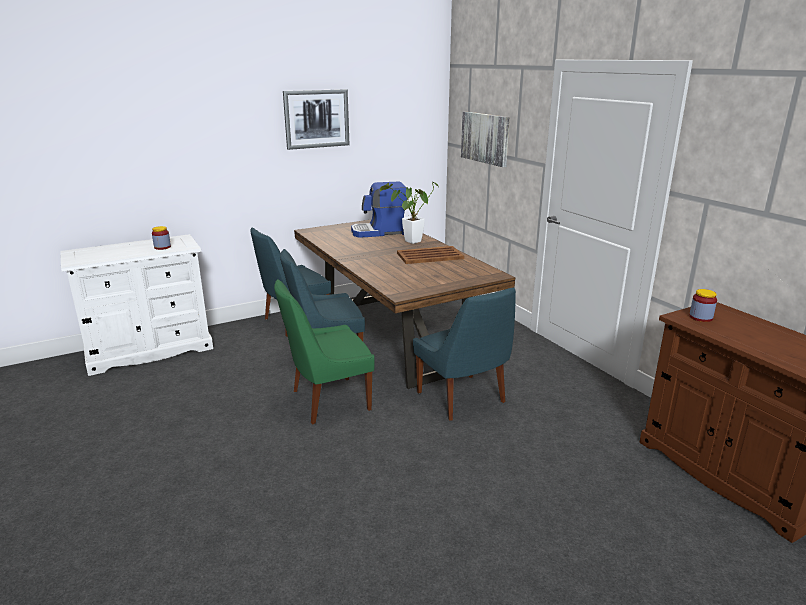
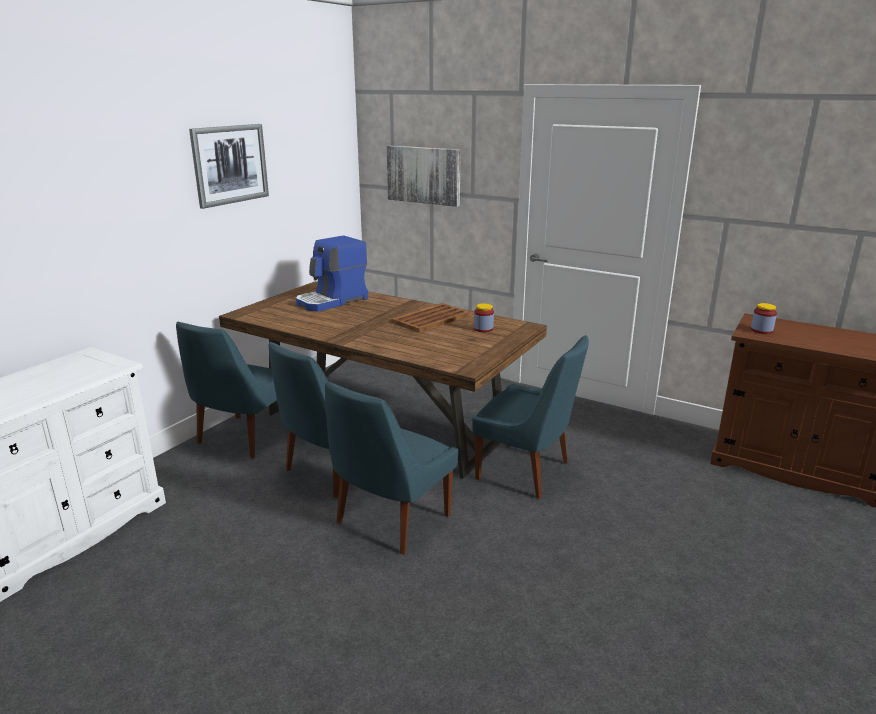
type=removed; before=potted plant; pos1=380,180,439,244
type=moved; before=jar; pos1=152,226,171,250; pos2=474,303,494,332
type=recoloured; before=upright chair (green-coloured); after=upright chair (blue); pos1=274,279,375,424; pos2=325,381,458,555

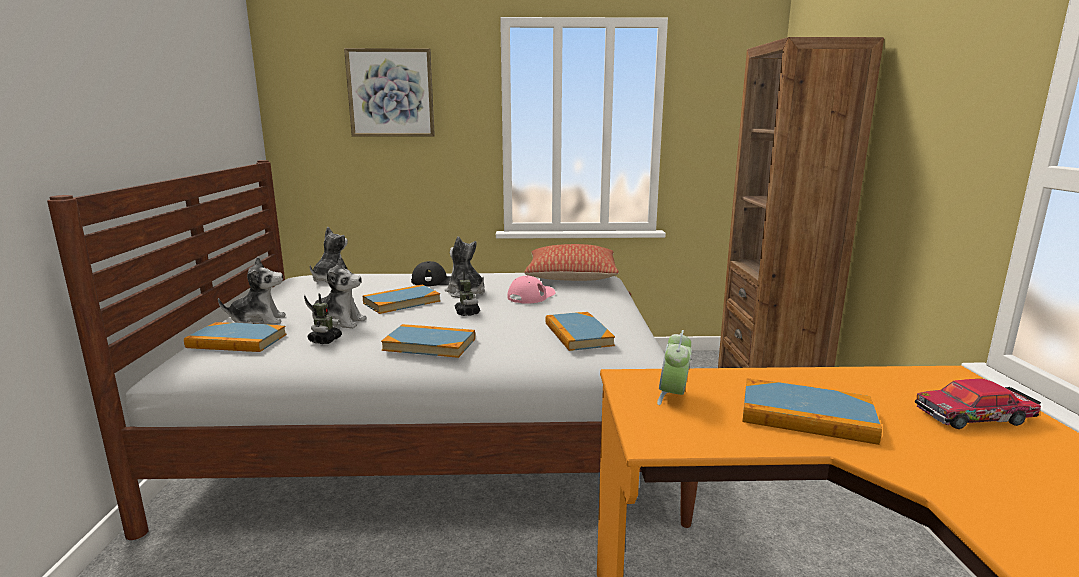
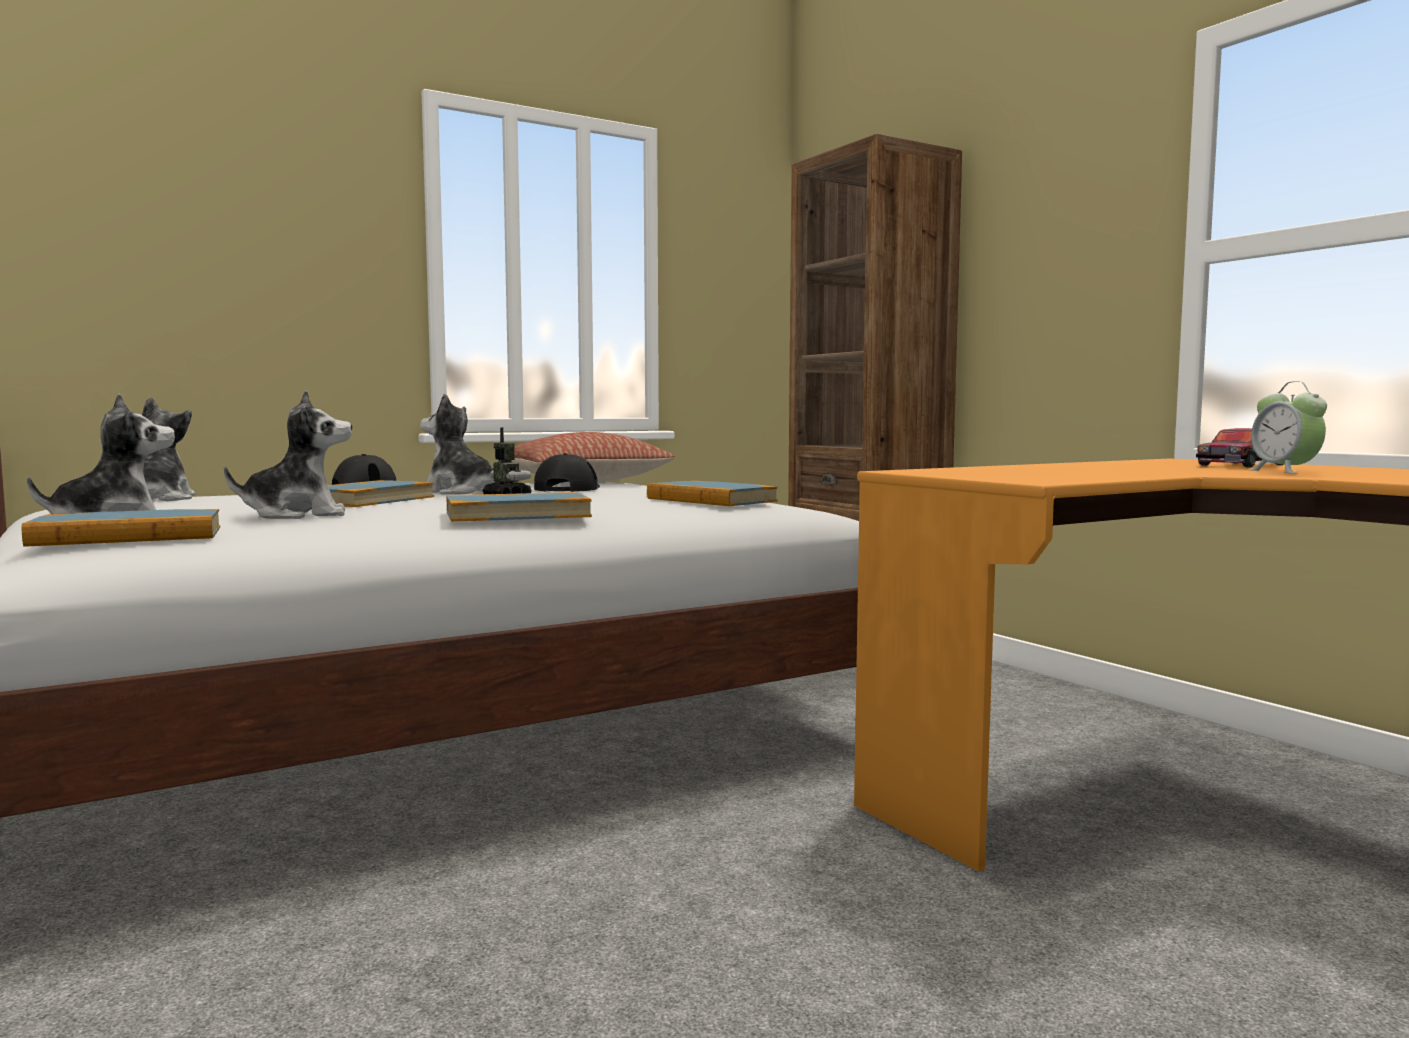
type=removed; before=picture; pos1=344,48,435,137
type=recoloured; before=cap (pink-coloured); after=cap (black); pos1=507,276,556,304; pos2=534,453,600,492
type=removed; before=model robot; pos1=307,294,342,344
type=moved; before=table clock; pos1=657,330,692,405; pos2=1248,381,1327,474
type=removed; before=volume; pos1=742,378,882,445

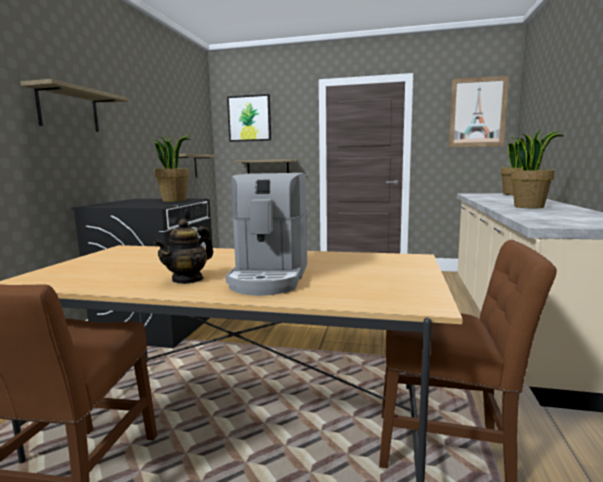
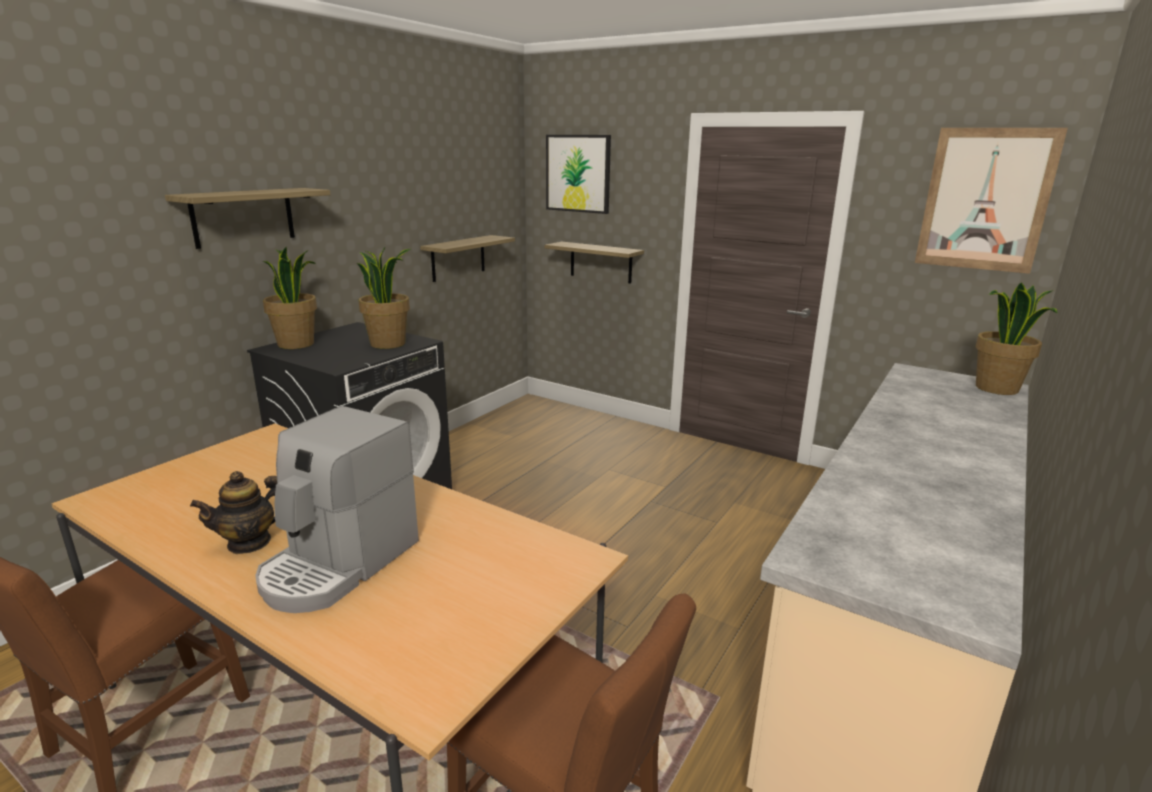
type=moved; before=potted plant; pos1=510,129,564,208; pos2=263,247,317,349

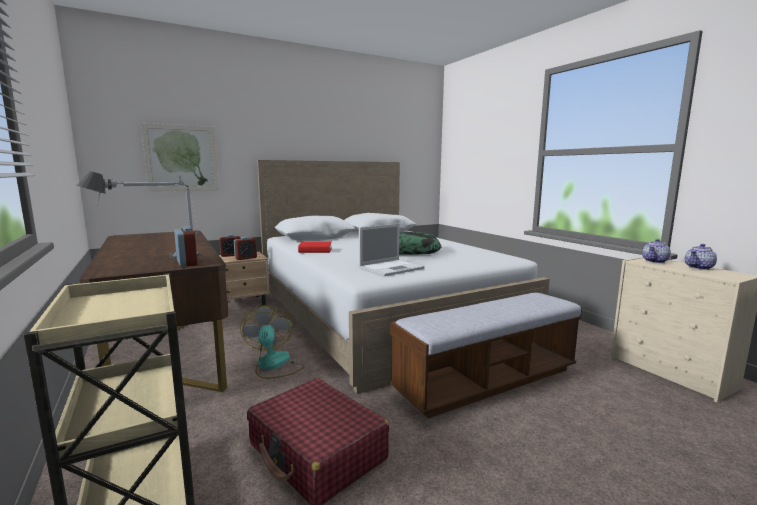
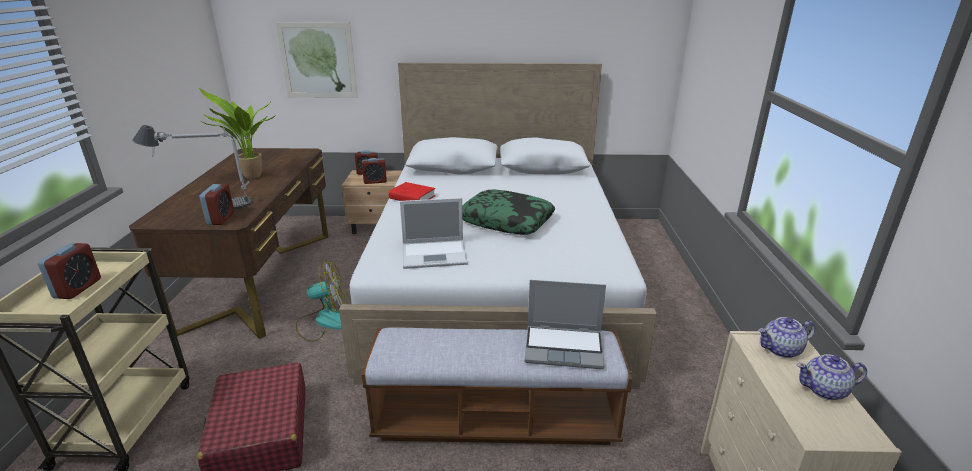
type=turned; before=fan; pos1=240,306,304,379; pos2=296,261,346,342; turn=60
type=added; after=potted plant; pos2=199,88,276,179
type=added; after=table clock; pos2=38,243,101,299
type=added; after=notebook computer; pos2=524,280,606,369

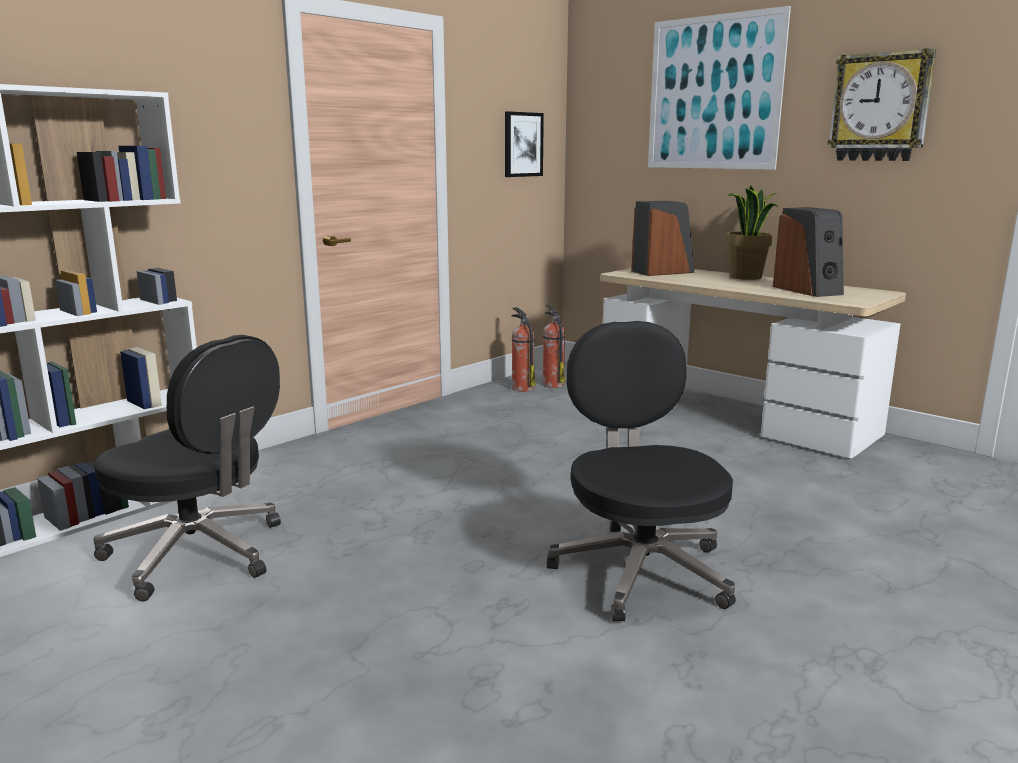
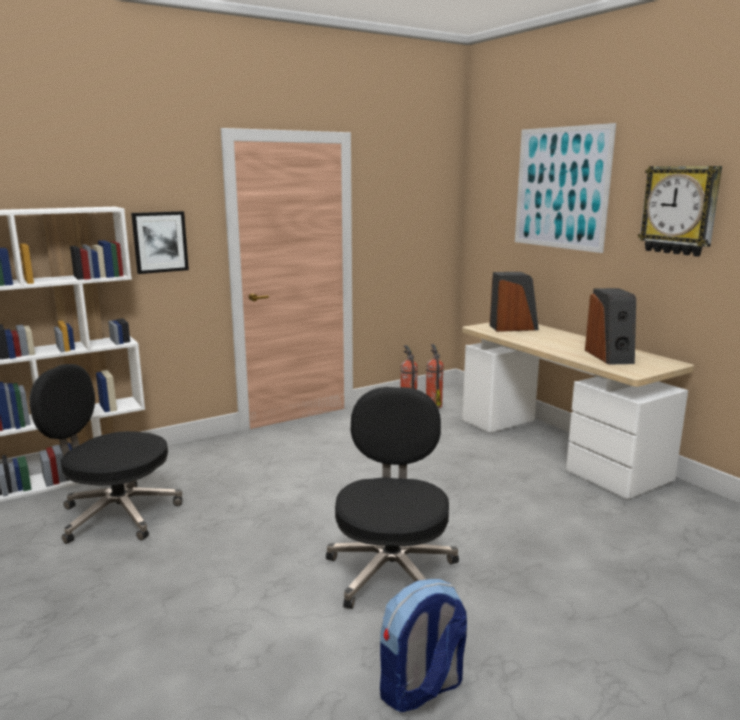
type=moved; before=picture; pos1=505,111,544,177; pos2=131,211,189,274
type=removed; before=potted plant; pos1=725,186,778,280
type=turned; before=computer chair (black); pos1=93,335,281,602; pos2=29,364,182,544; turn=150
type=added; after=backpack; pos2=380,579,467,713

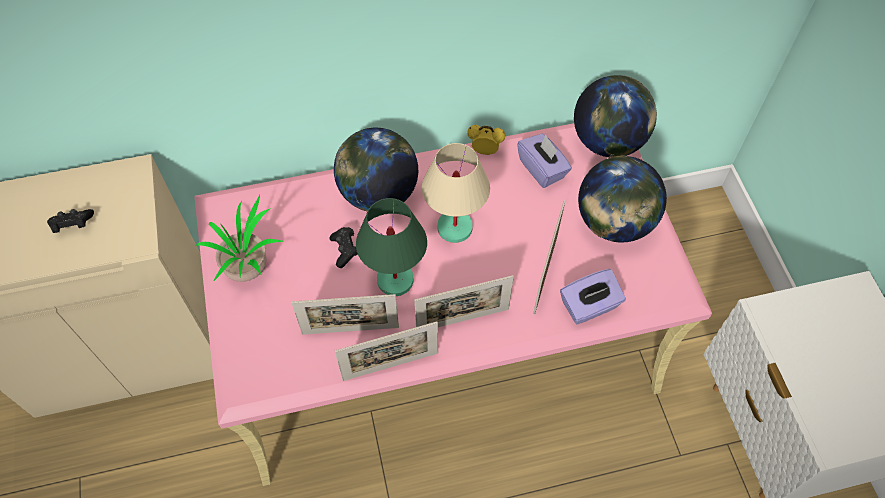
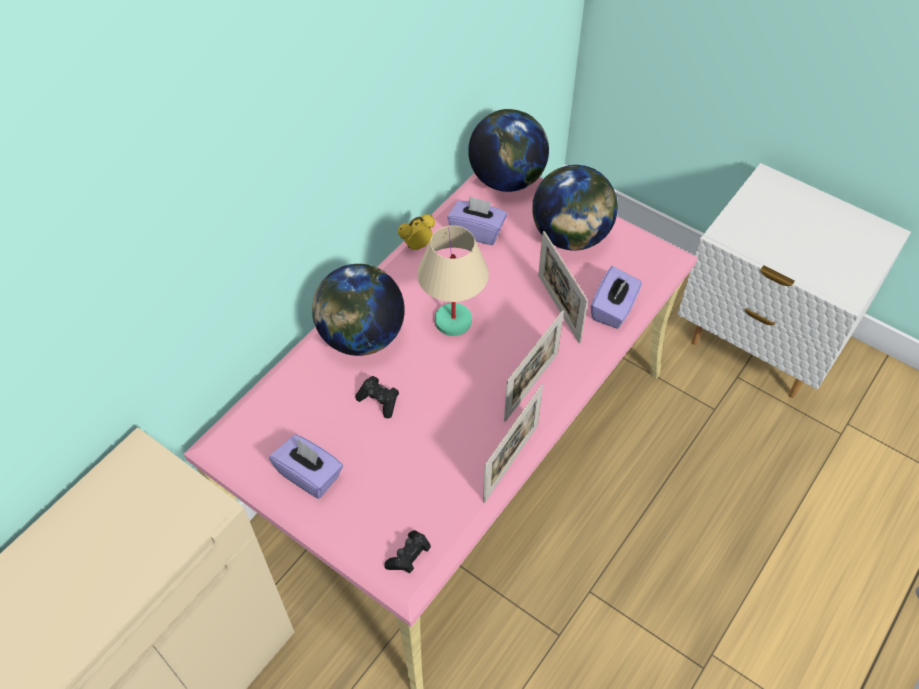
type=replaced; before=potted plant; after=tissue holder (purple-coloured); pos1=195,195,284,282; pos2=269,435,343,499
type=removed; before=tabletop lamp (green-coloured); pos1=356,198,427,296
type=moved; before=joypad (black); pos1=47,209,94,233; pos2=384,530,431,573
type=removed; before=picture frame; pos1=291,294,399,335

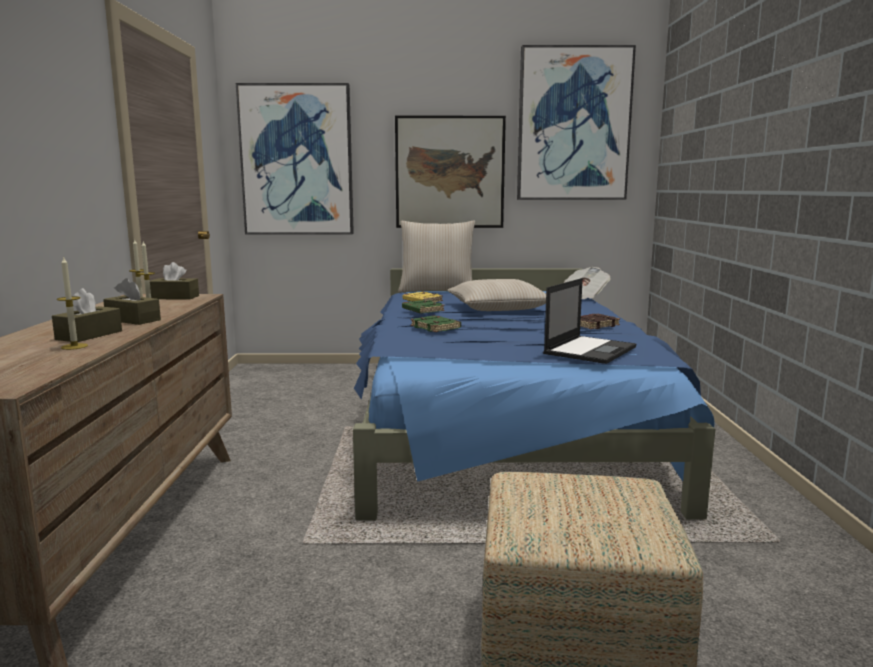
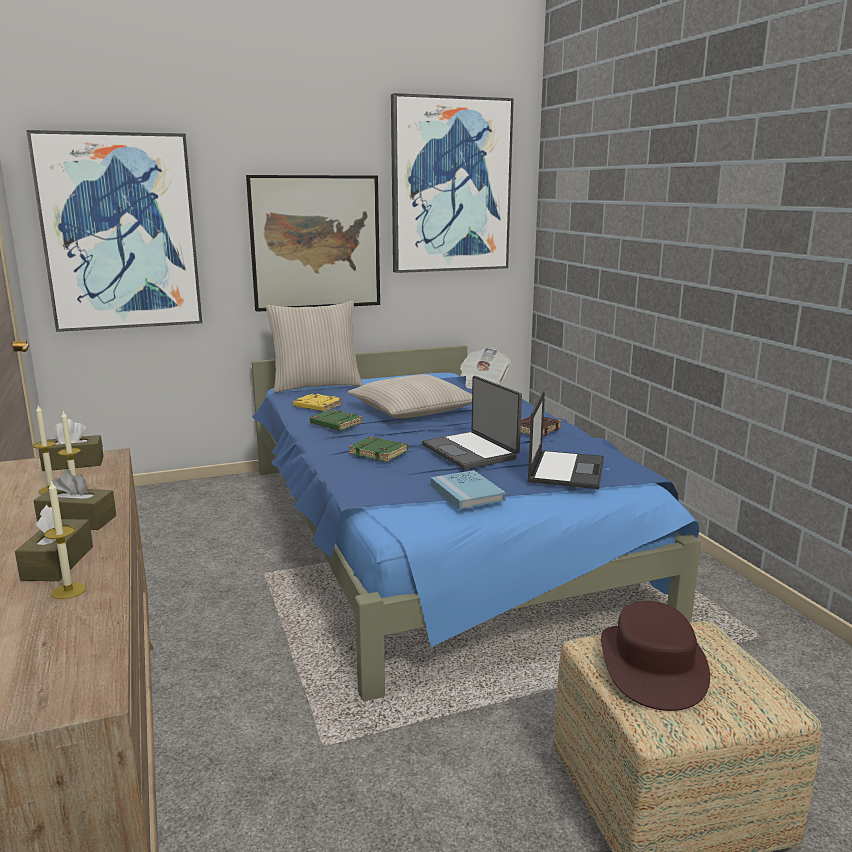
type=added; after=notebook computer; pos2=422,376,522,470
type=added; after=volume (blue); pos2=431,470,506,510
type=added; after=clothing hat (brownish); pos2=601,601,710,711

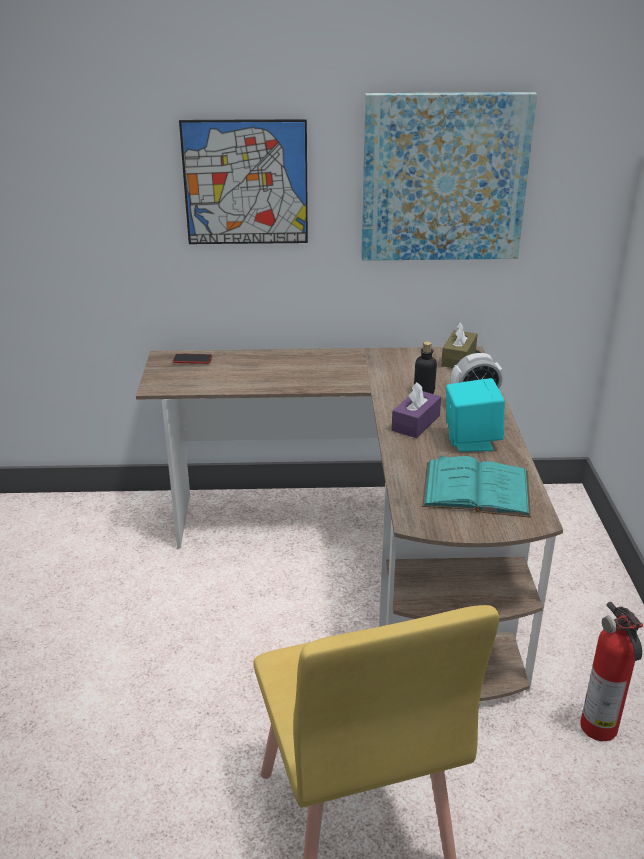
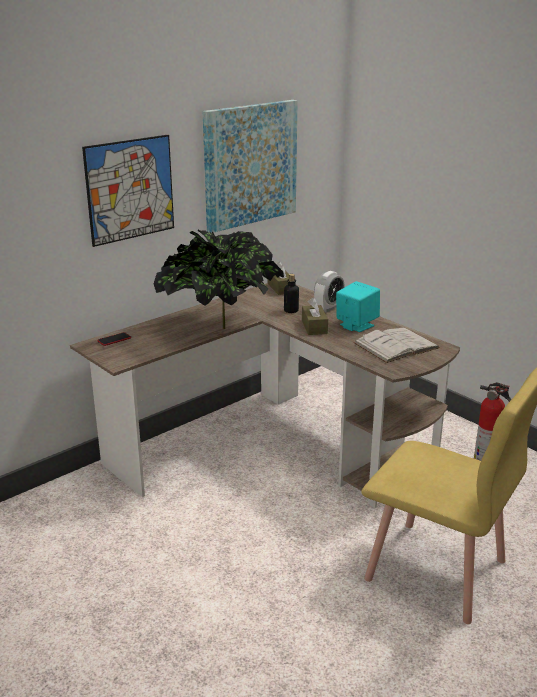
type=recoloured; before=tissue holder (purple-coloured); after=tissue holder (brownish); pos1=392,382,441,438; pos2=302,298,328,335
type=recoloured; before=volume (blue-green); after=volume (whitish); pos1=422,456,531,518; pos2=353,328,440,363
type=added; after=potted plant; pos2=154,230,284,329

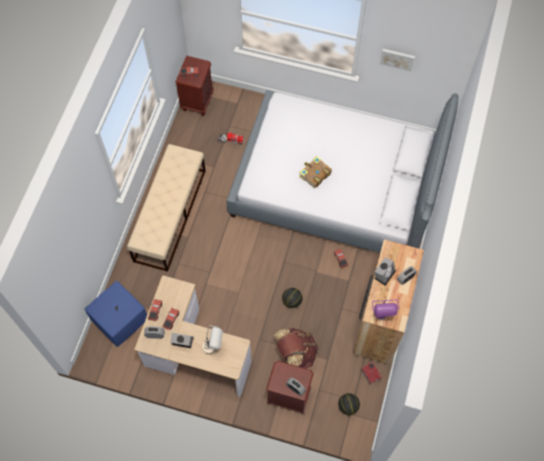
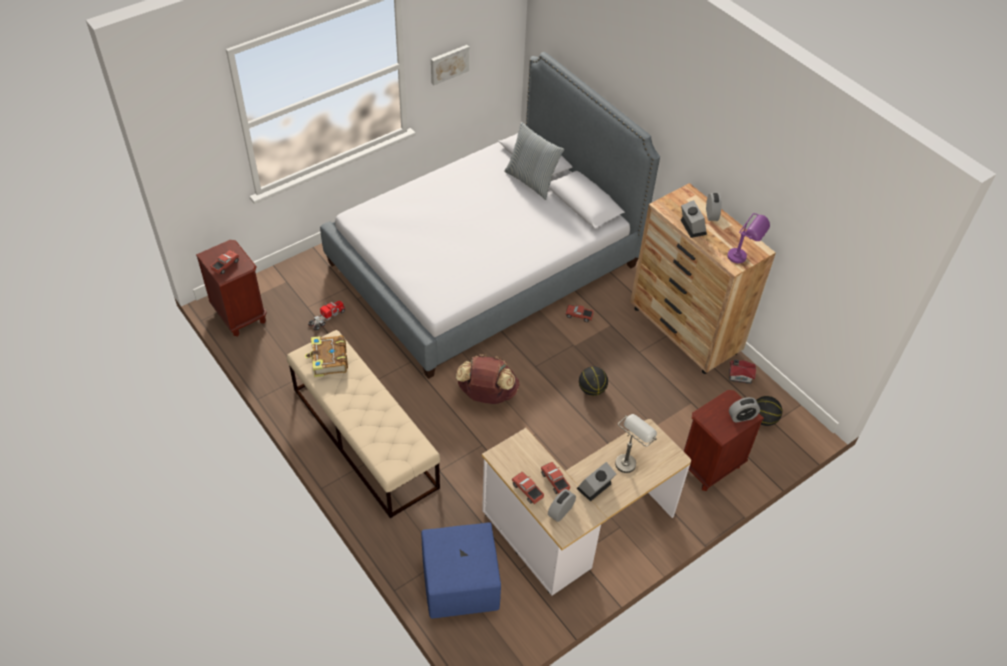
type=moved; before=volume; pos1=299,156,332,188; pos2=305,335,348,377
type=moved; before=backpack (brownish); pos1=274,328,318,369; pos2=456,354,520,404
type=added; after=throw pillow; pos2=504,122,564,200

